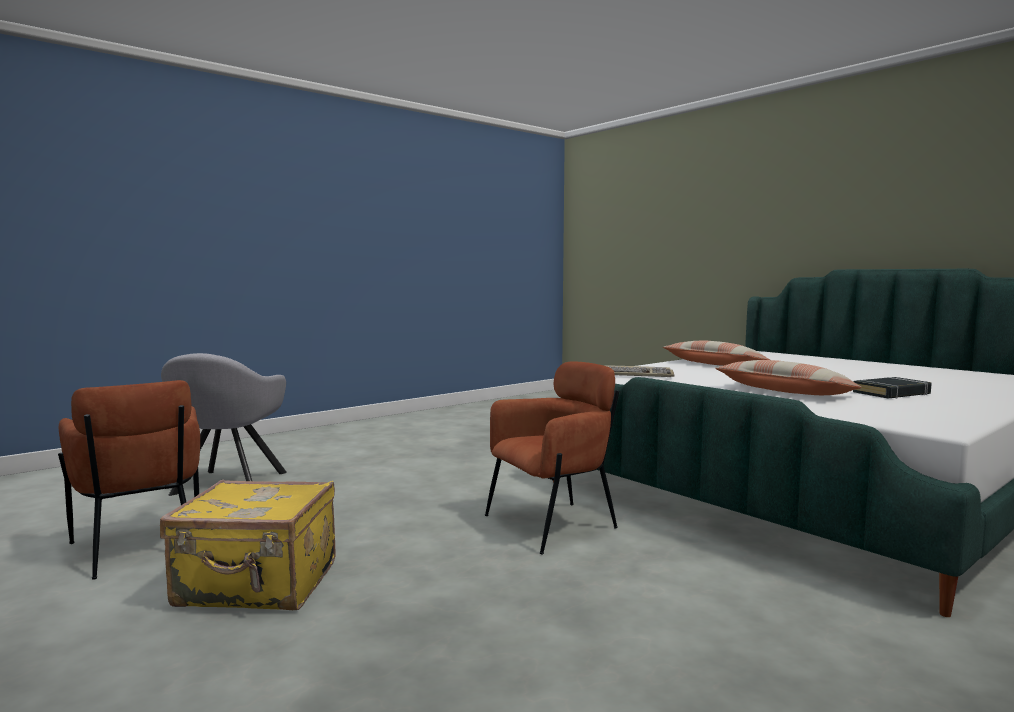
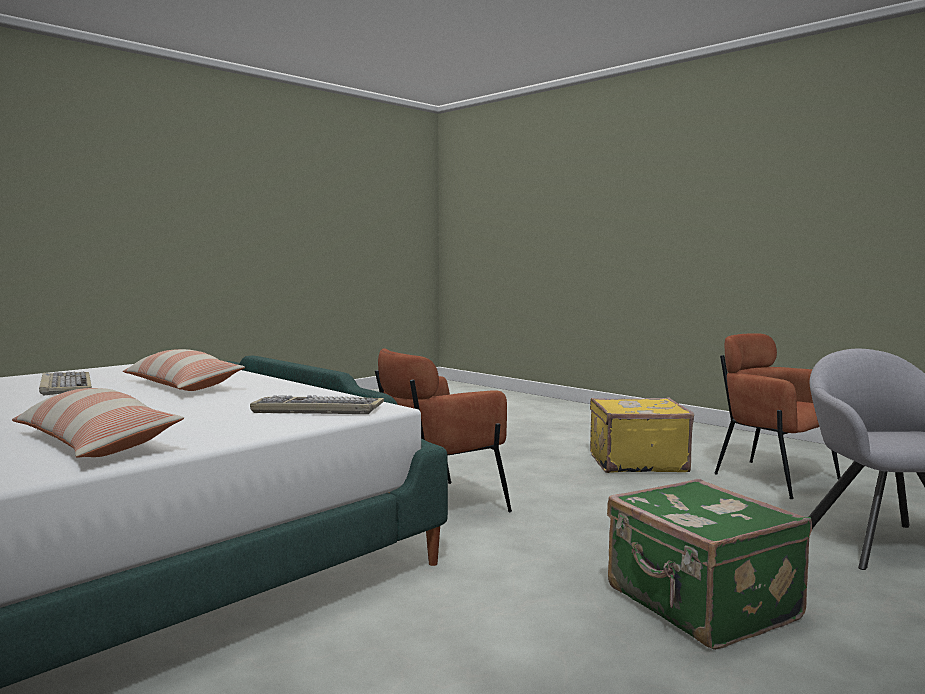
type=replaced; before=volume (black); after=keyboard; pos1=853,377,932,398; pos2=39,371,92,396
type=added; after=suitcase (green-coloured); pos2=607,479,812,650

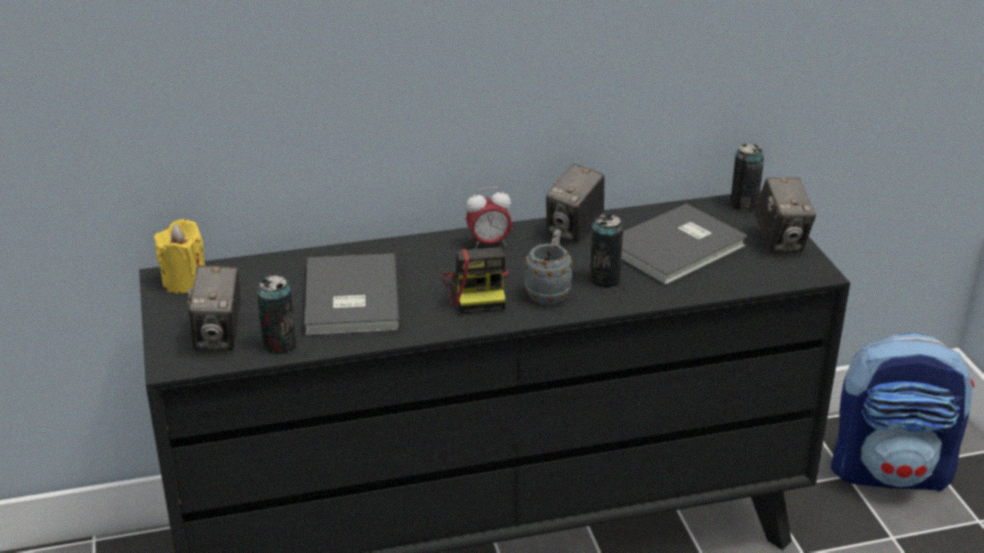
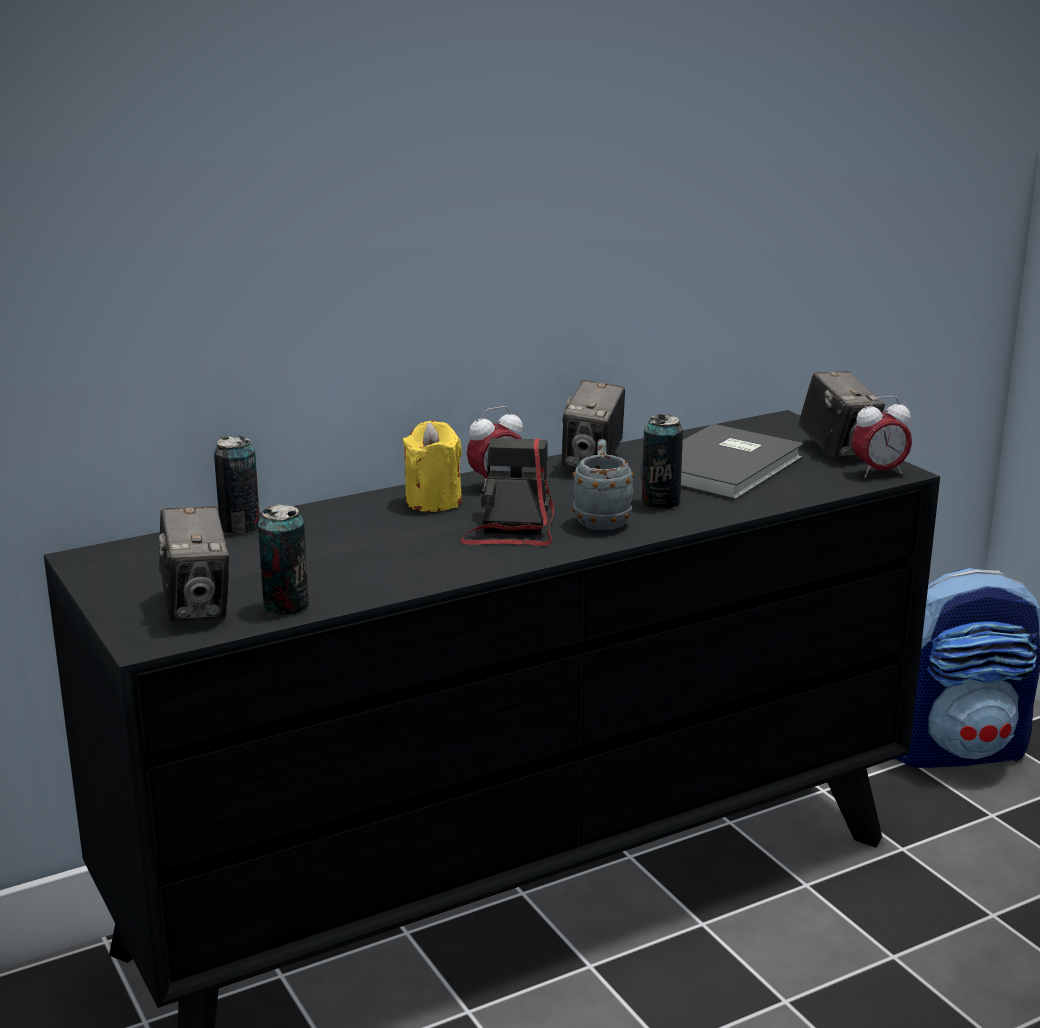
type=moved; before=can; pos1=730,143,764,211; pos2=214,436,260,534
type=moved; before=wax light (yellow-coloured); pos1=154,219,205,294; pos2=403,421,462,512
type=turned; before=still camera; pos1=442,247,508,313; pos2=461,438,554,546; turn=-150
type=removed; before=volume (greyish); pos1=304,253,401,336
type=added; after=table clock; pos2=852,396,912,478

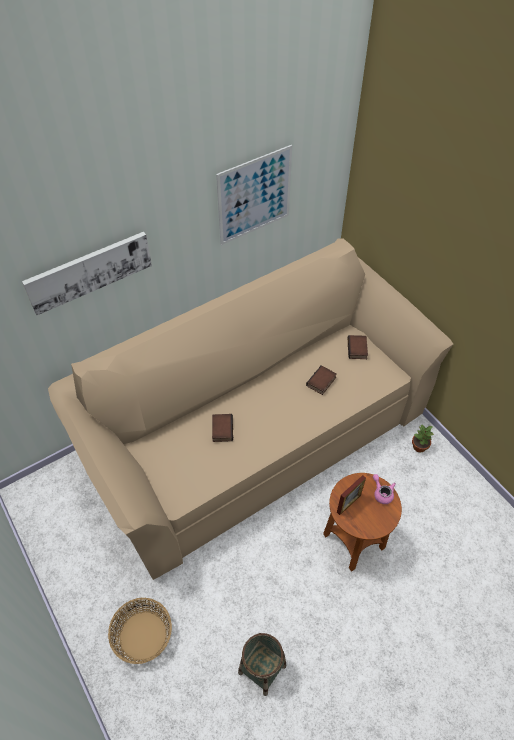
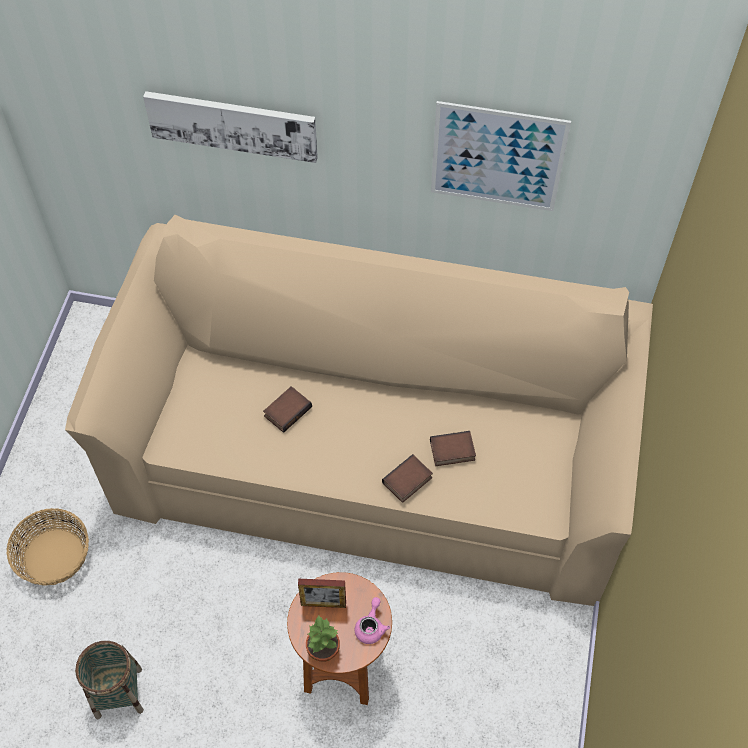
type=moved; before=volume; pos1=347,335,368,359; pos2=382,454,433,503
type=moved; before=potted plant; pos1=412,424,434,453; pos2=306,616,340,662

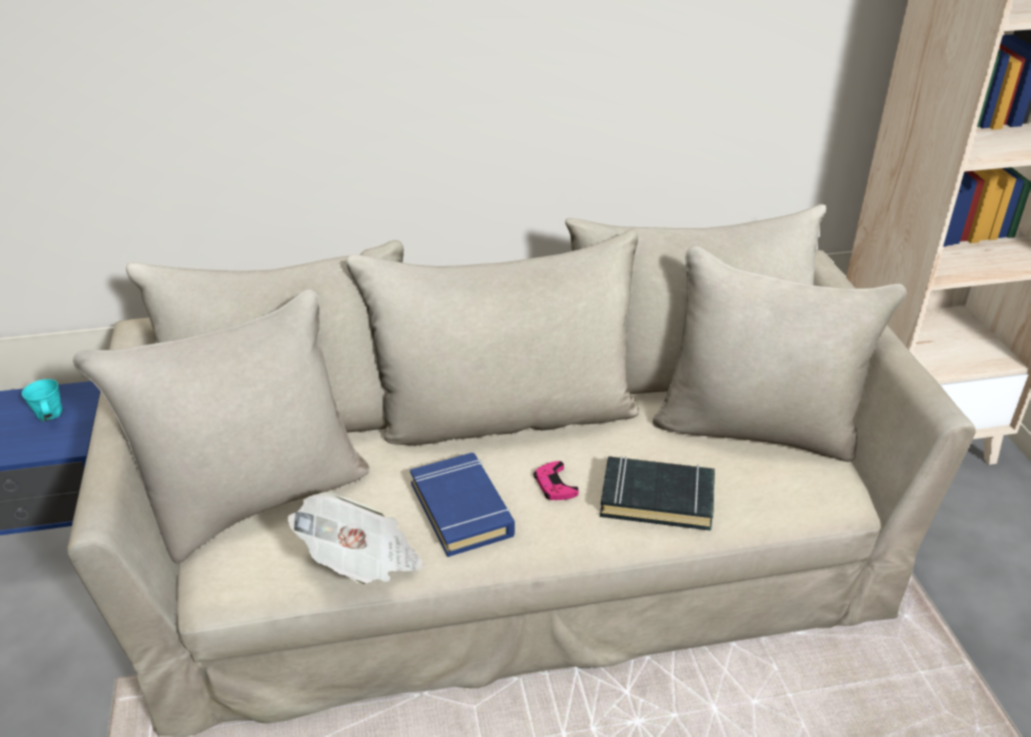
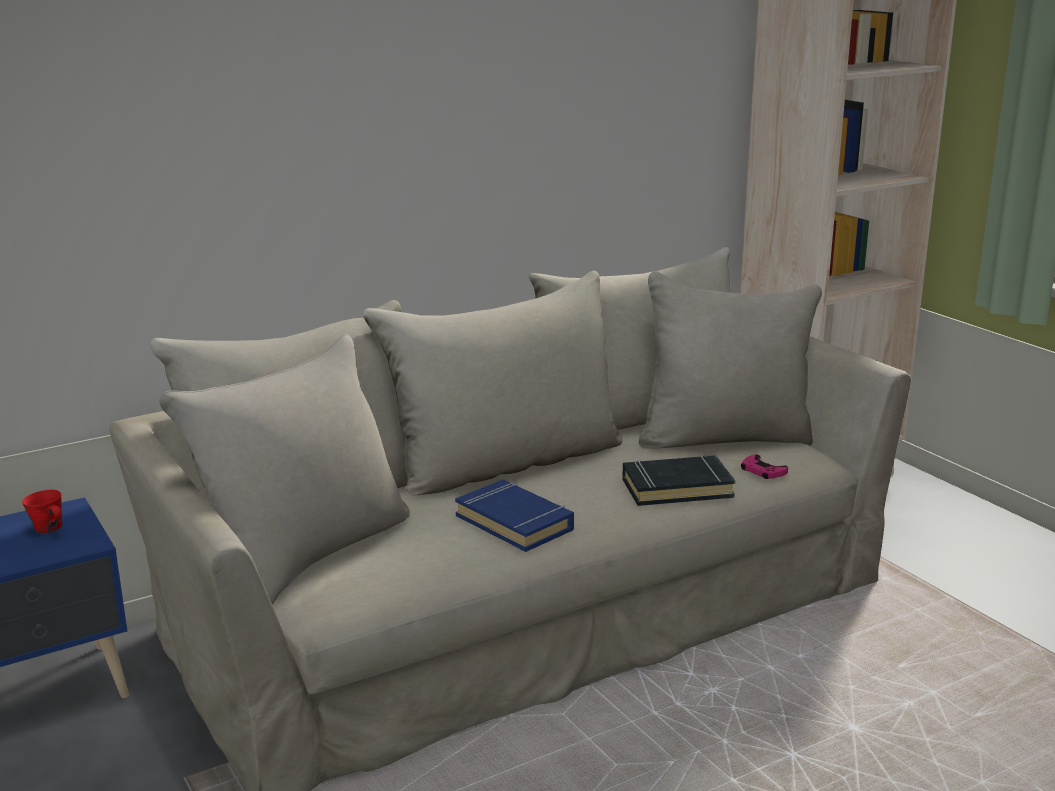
type=recoloured; before=mug (blue-green); after=mug (red); pos1=22,379,63,422; pos2=22,490,62,534
type=moved; before=joypad (pink-coloured); pos1=534,461,578,500; pos2=741,454,788,479
type=removed; before=newspaper; pos1=288,492,425,584

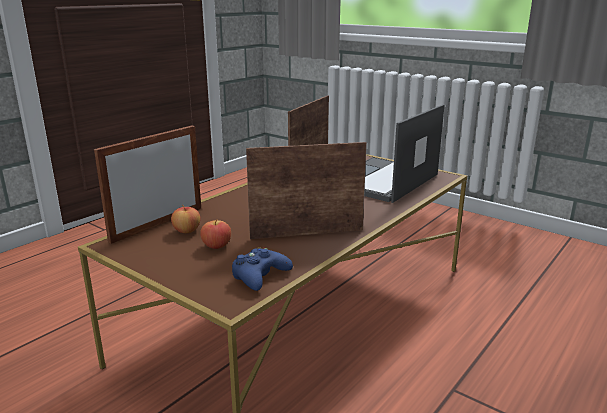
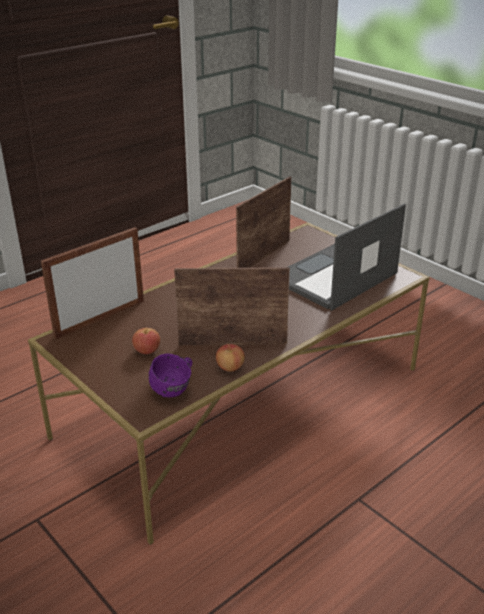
type=moved; before=apple fruit; pos1=171,204,200,233; pos2=216,344,245,372
type=replaced; before=joypad (blue); after=mug (purple-coloured); pos1=232,247,293,291; pos2=149,353,192,397

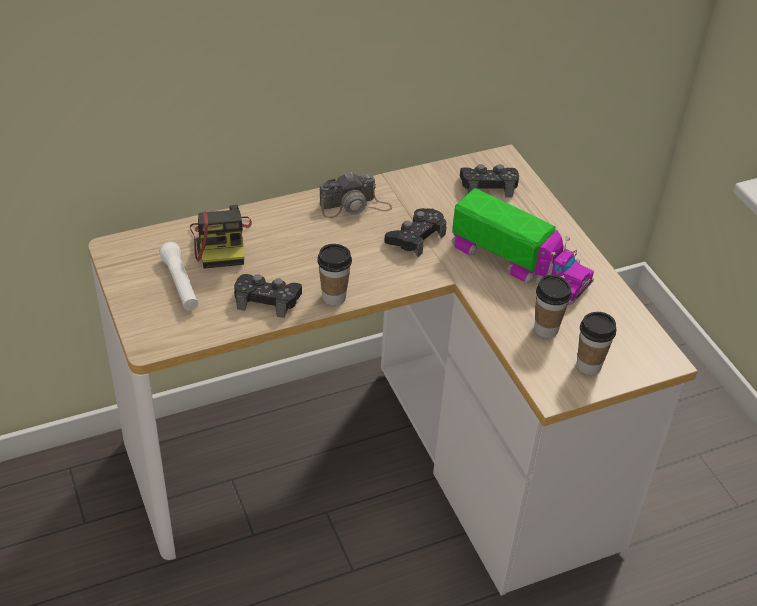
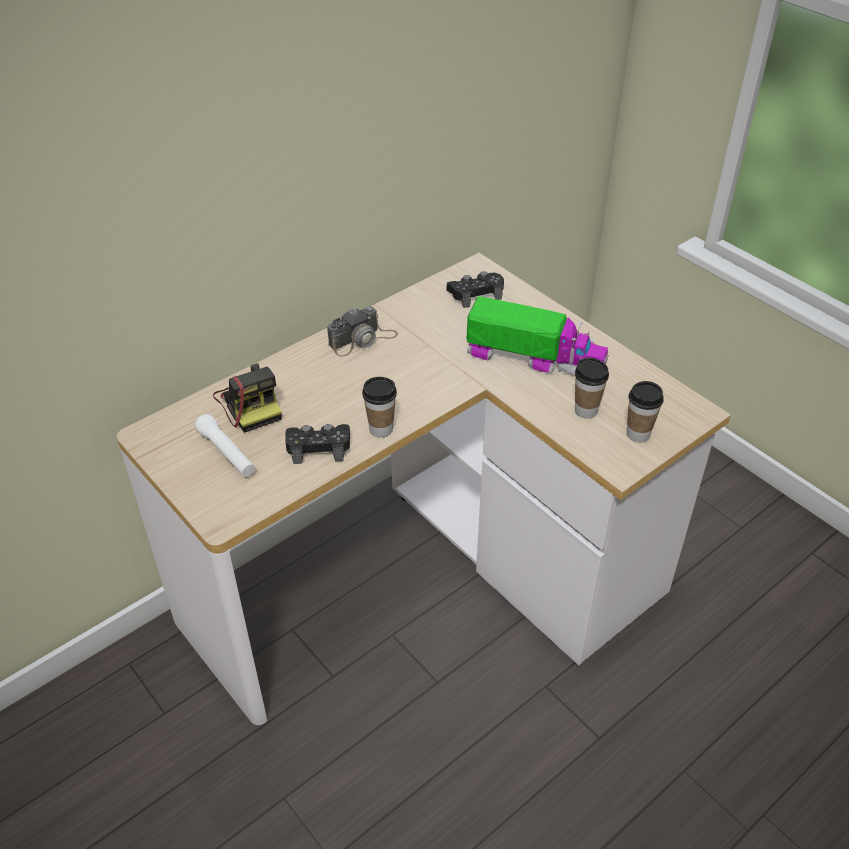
type=removed; before=joypad (black); pos1=384,208,446,257

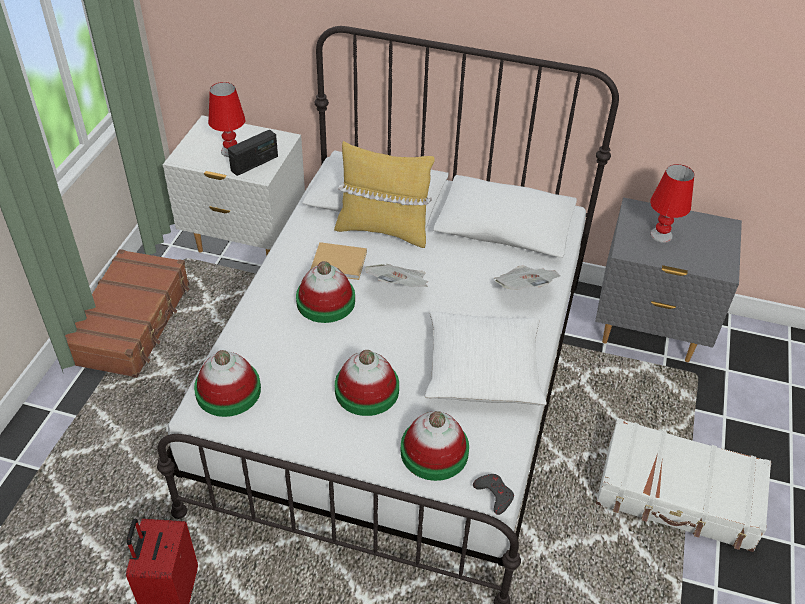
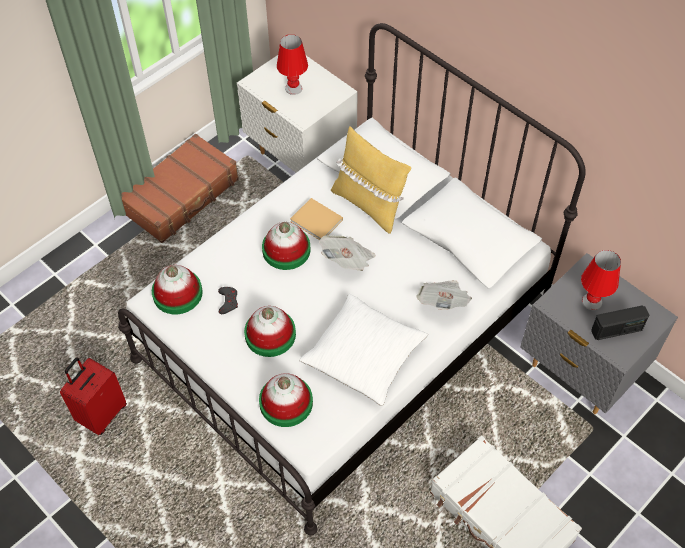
type=moved; before=radio receiver; pos1=228,130,278,176; pos2=591,305,649,340
type=moved; before=joypad (greyish); pos1=473,474,514,515; pos2=218,287,238,314

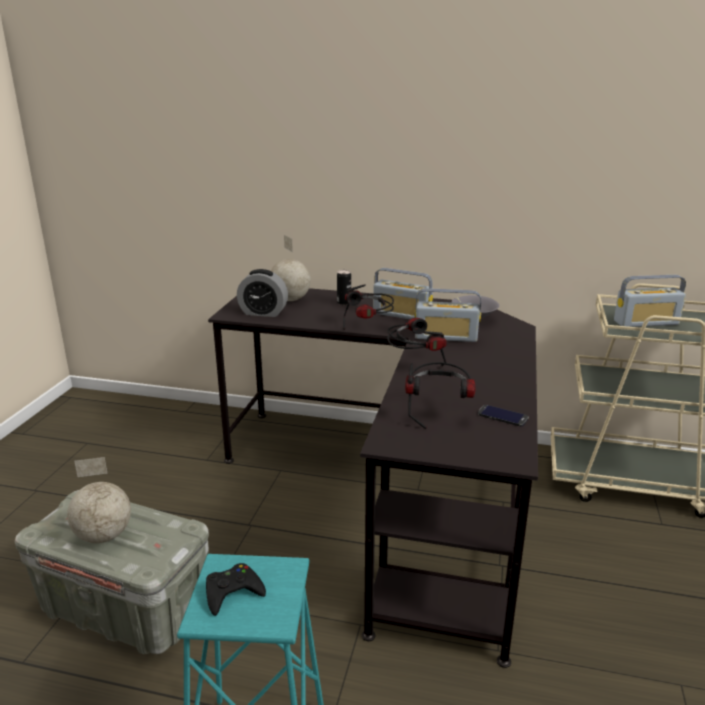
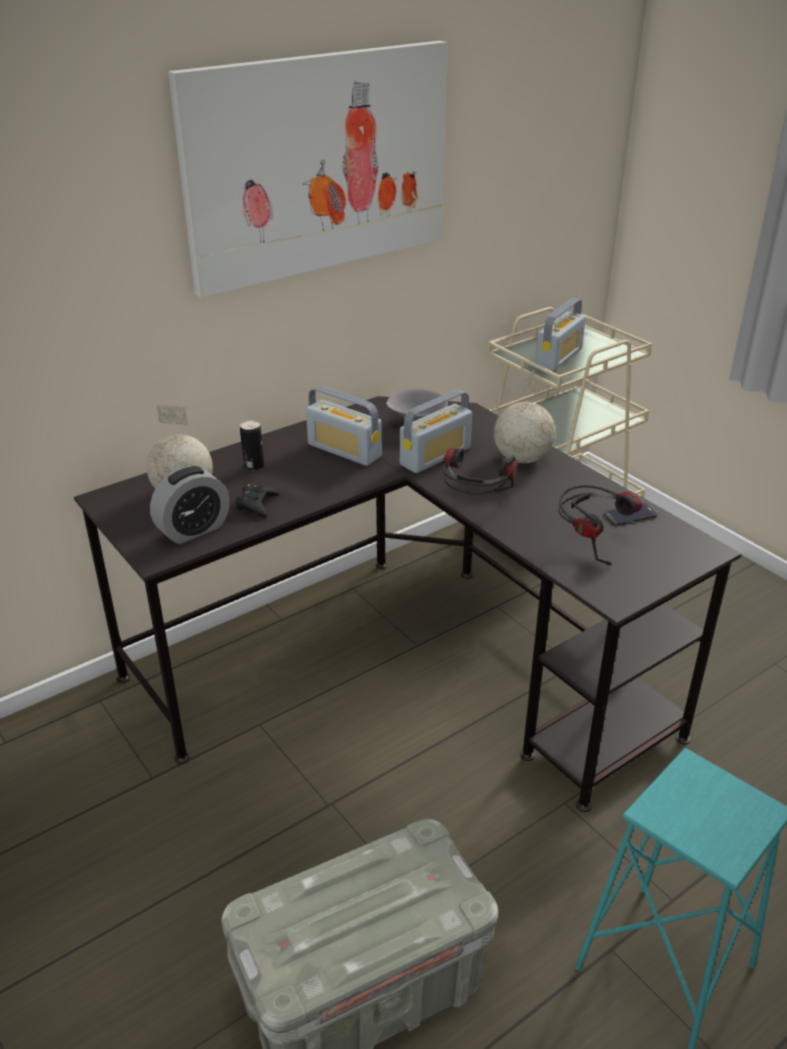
type=turned; before=radio receiver; pos1=373,268,433,319; pos2=306,386,382,466; turn=60
type=removed; before=pair of headphones; pos1=343,284,394,330
type=moved; before=desk globe; pos1=67,457,131,543; pos2=494,368,555,463
type=moved; before=joypad (black); pos1=206,563,266,616; pos2=236,483,279,517
type=added; after=picture; pos2=168,41,447,298

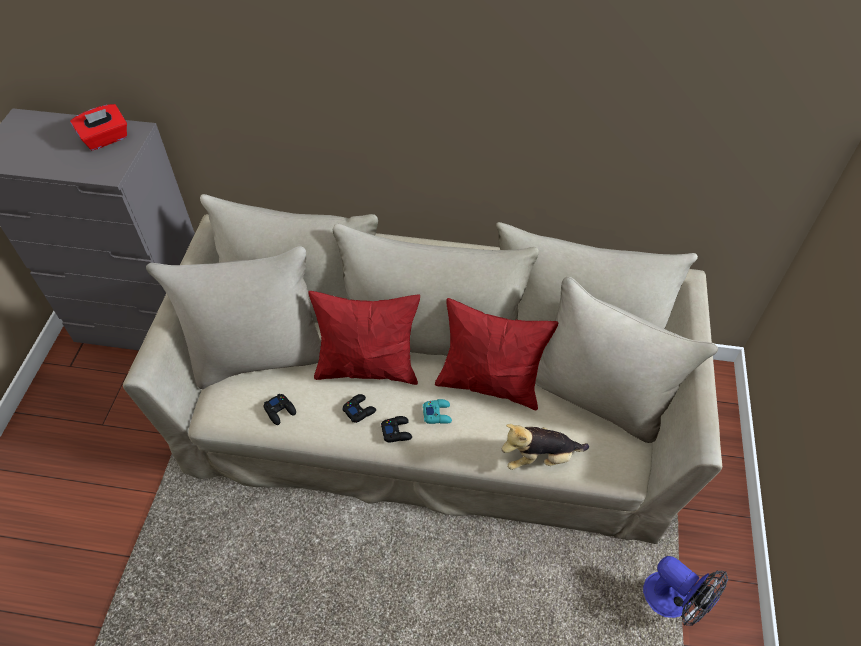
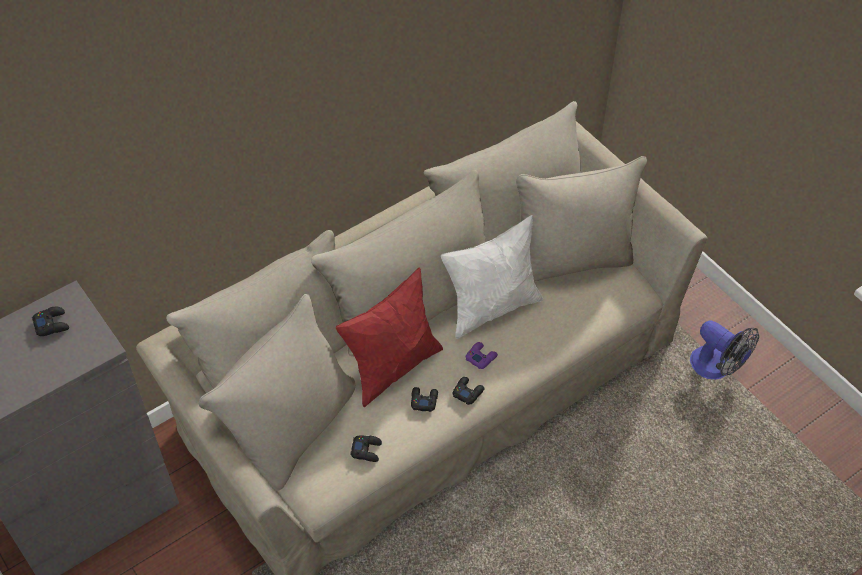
type=replaced; before=tissue holder (red); after=joypad (black); pos1=70,104,127,151; pos2=32,307,69,336
type=recoloured; before=throw pillow (red); after=throw pillow (whitish); pos1=435,298,558,411; pos2=441,215,543,339
type=recoloured; before=joypad (blue-green); after=joypad (purple-coloured); pos1=423,399,452,424; pos2=466,342,498,369
type=removed; before=soft toy; pos1=502,424,589,470
type=turned; before=fan; pos1=643,556,728,626; pos2=690,321,759,379; turn=45

